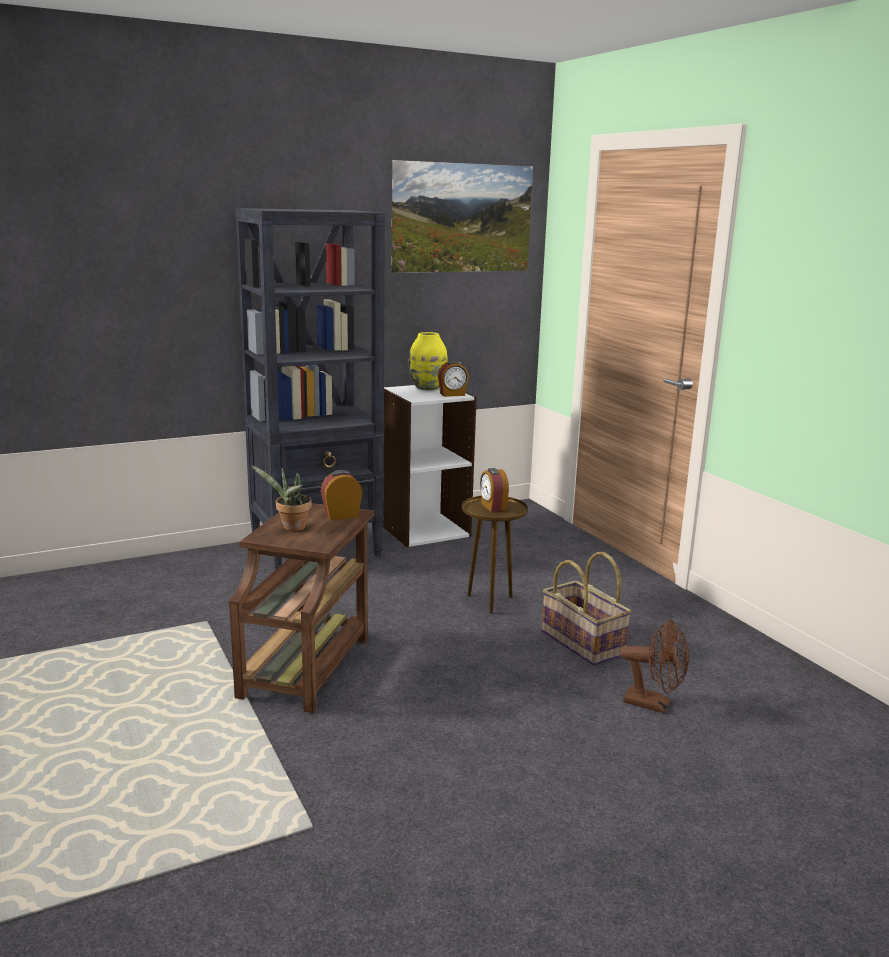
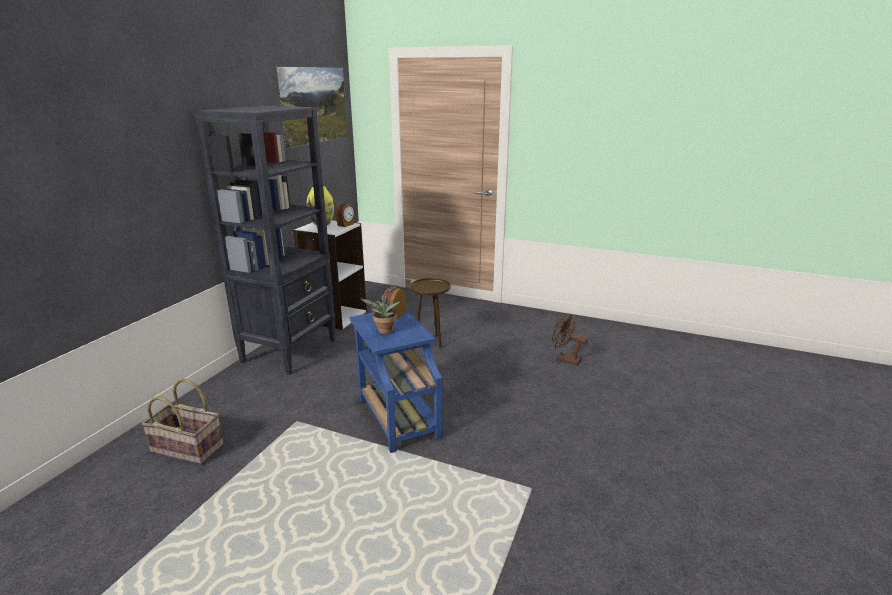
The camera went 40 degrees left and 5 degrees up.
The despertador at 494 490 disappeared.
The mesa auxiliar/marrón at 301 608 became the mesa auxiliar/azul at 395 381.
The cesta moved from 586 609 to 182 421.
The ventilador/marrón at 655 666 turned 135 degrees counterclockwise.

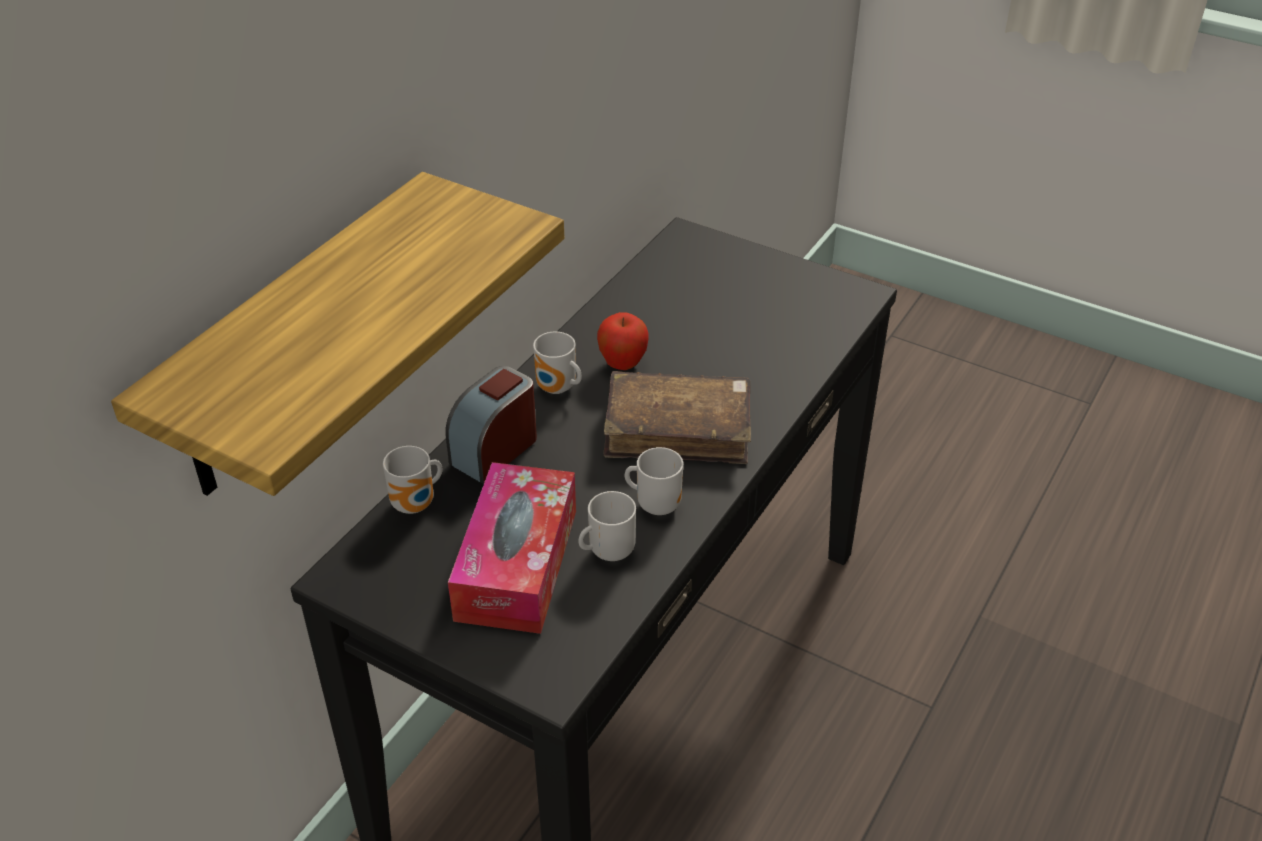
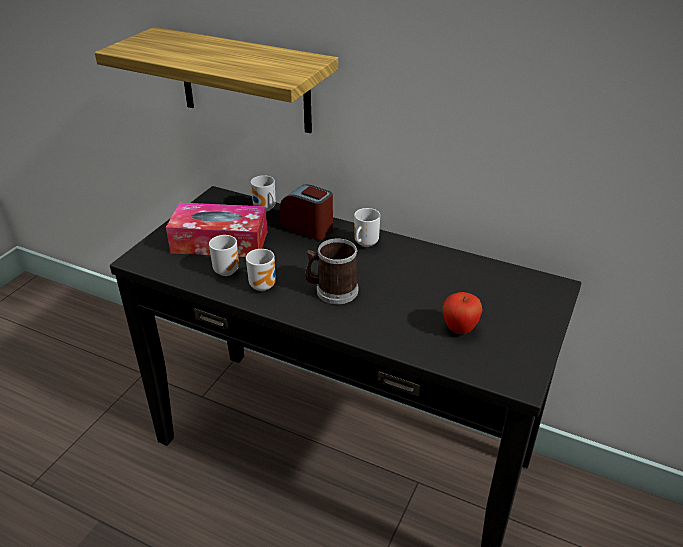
The camera went 85 degrees right and 5 degrees down.
The manzana moved from 623 341 to 462 313.
The libro/marrón at 677 417 was replaced by the taza grande at 331 271.

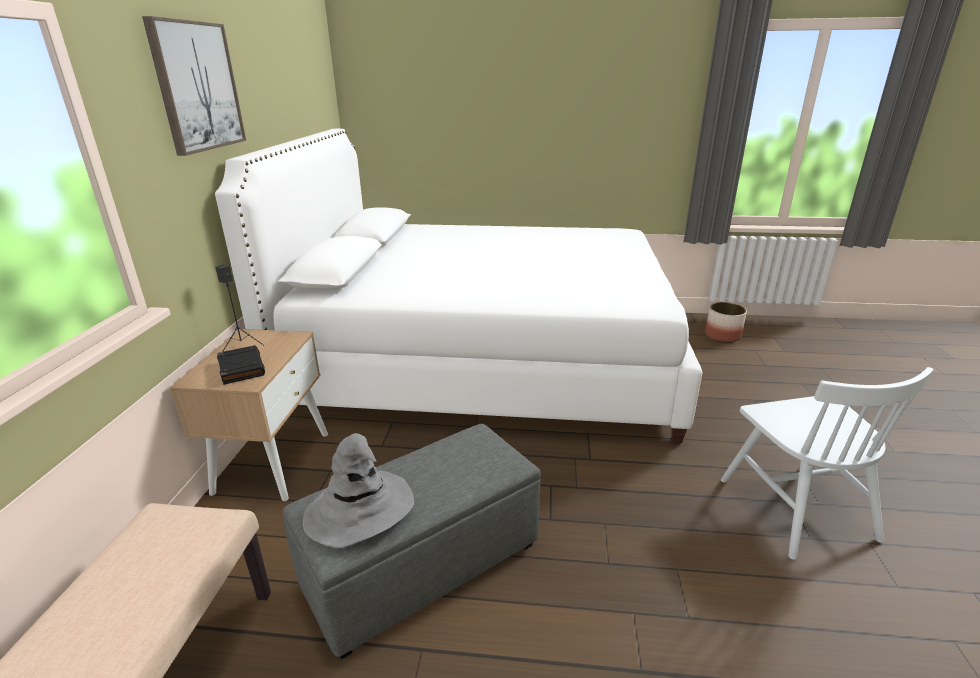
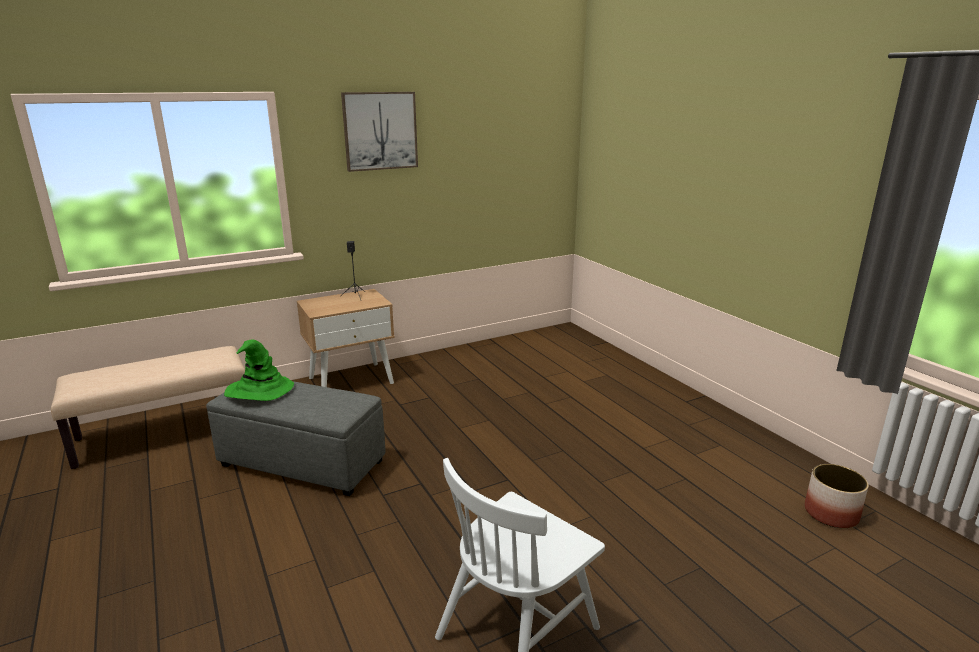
The camera went 55 degrees right and 5 degrees down.
The cama/blanco at 458 286 disappeared.
The libro/negro at 241 365 disappeared.
The sombrero/gris at 358 490 became the sombrero/verde at 259 370.

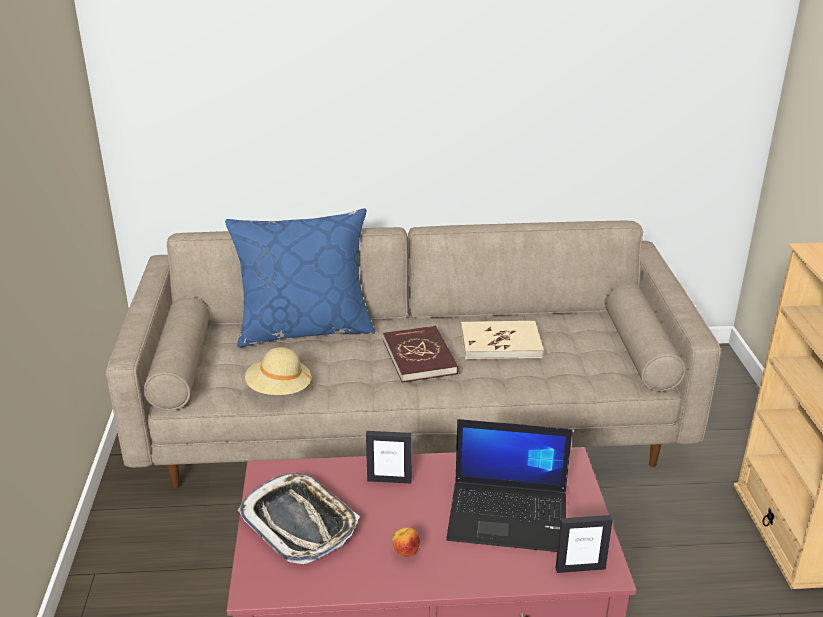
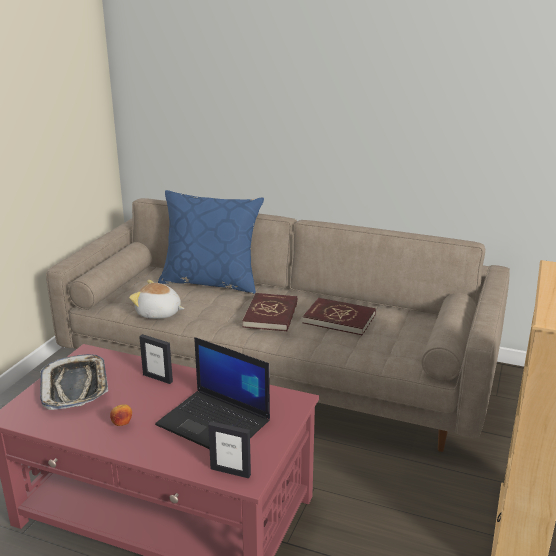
The camera went 25 degrees right and 5 degrees down.
The libro/beis at 502 340 became the libro/rojo at 339 316.
The sombrero/beis at 279 371 was replaced by the peluche at 156 299.

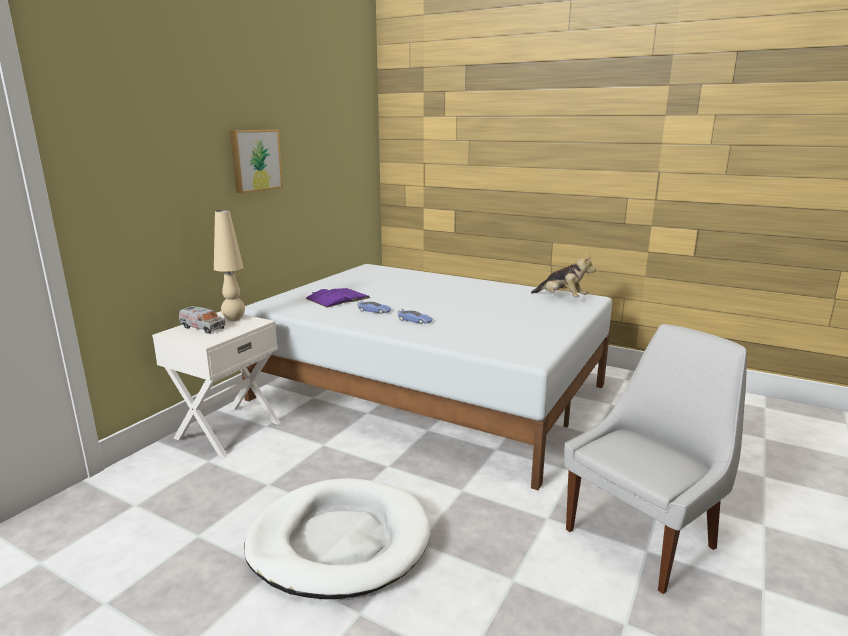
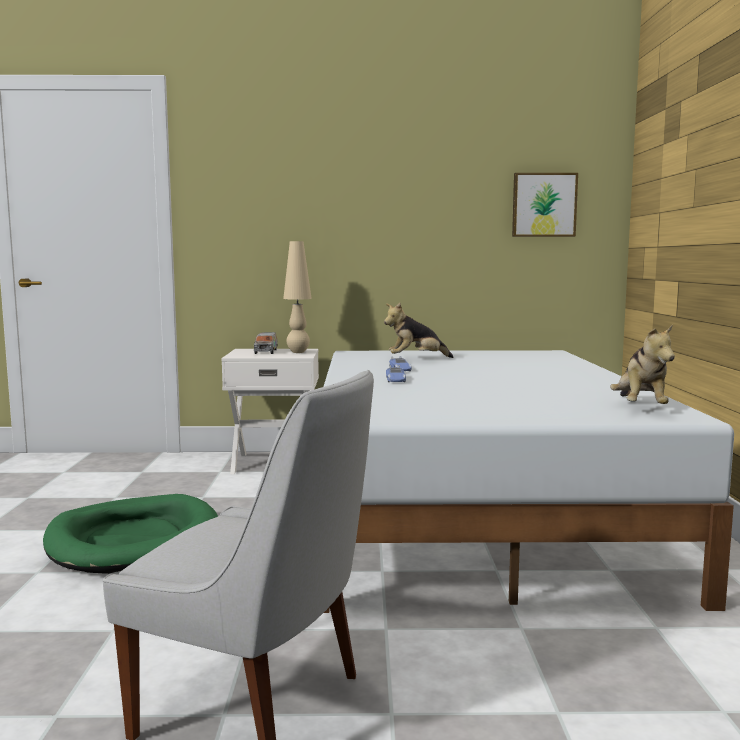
The camera went 60 degrees right and 10 degrees down.
The cuadro moved from 256 161 to 545 205.
The libro/morado at 338 298 was replaced by the peluche at 419 330.
The cama para perro/blanco at 337 538 became the cama para perro/verde at 130 534.

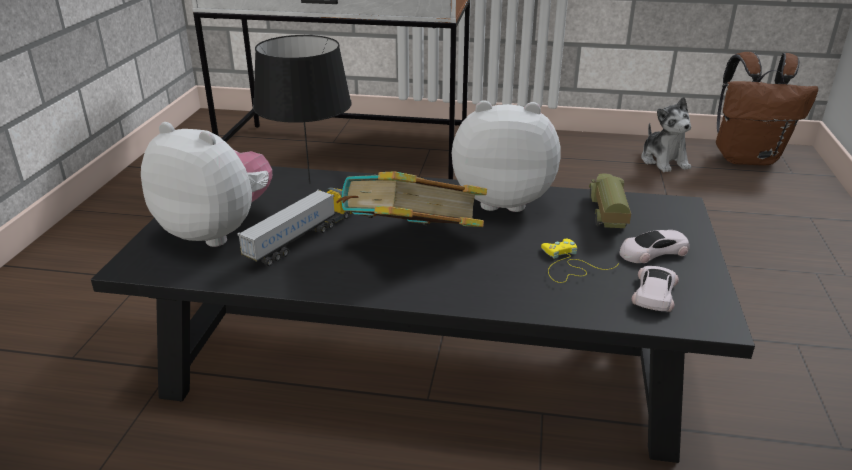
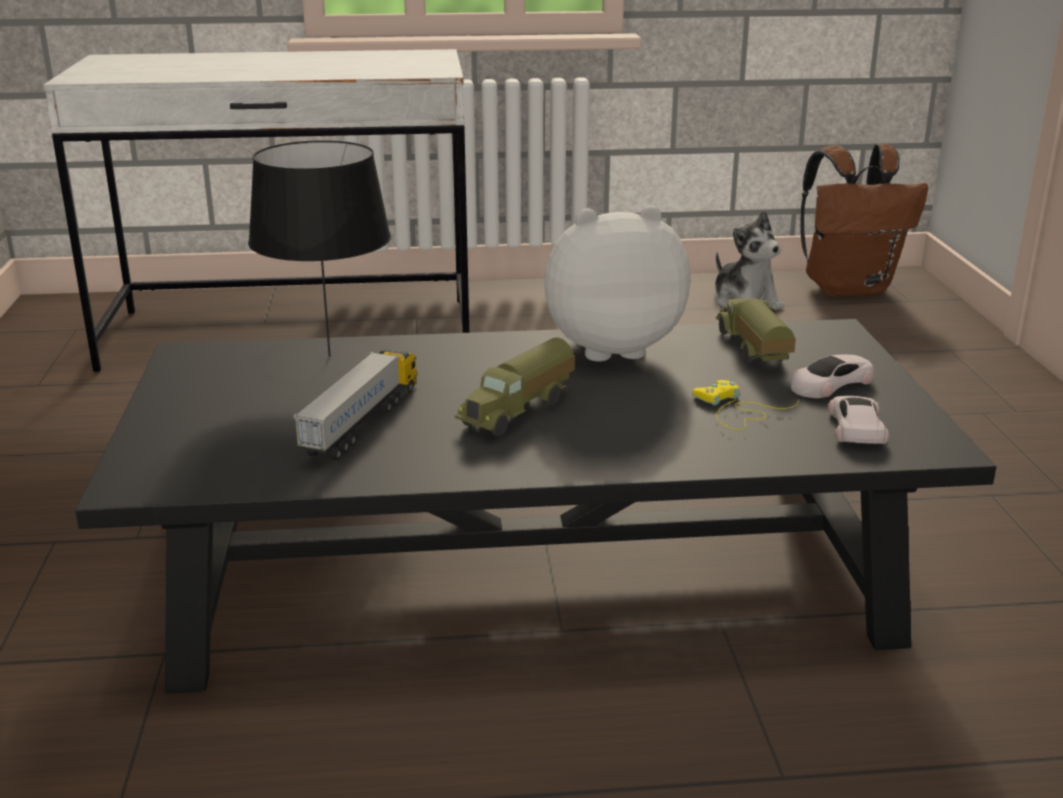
The camera went 15 degrees left and 5 degrees down.
The peluche at 206 184 disappeared.
The libro at 412 199 was replaced by the camión de juguete at 515 387.

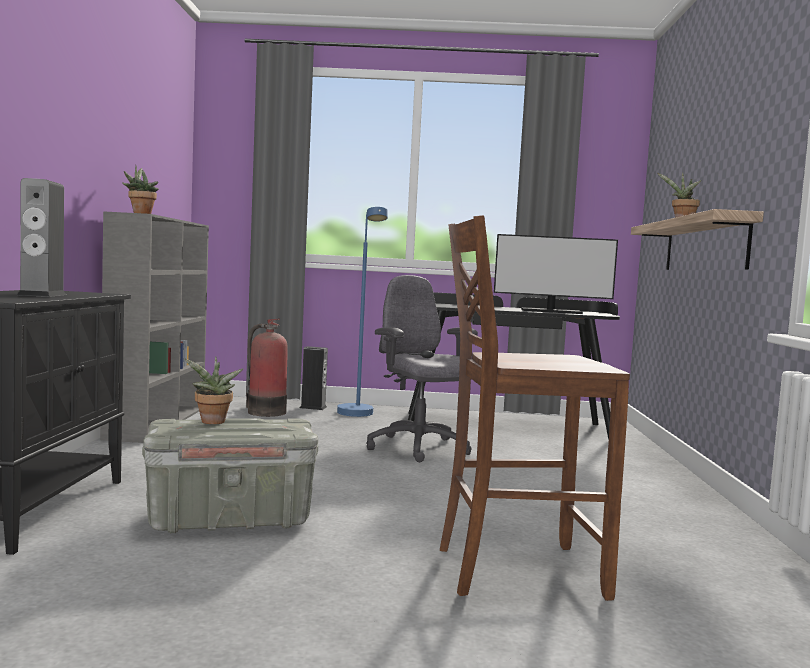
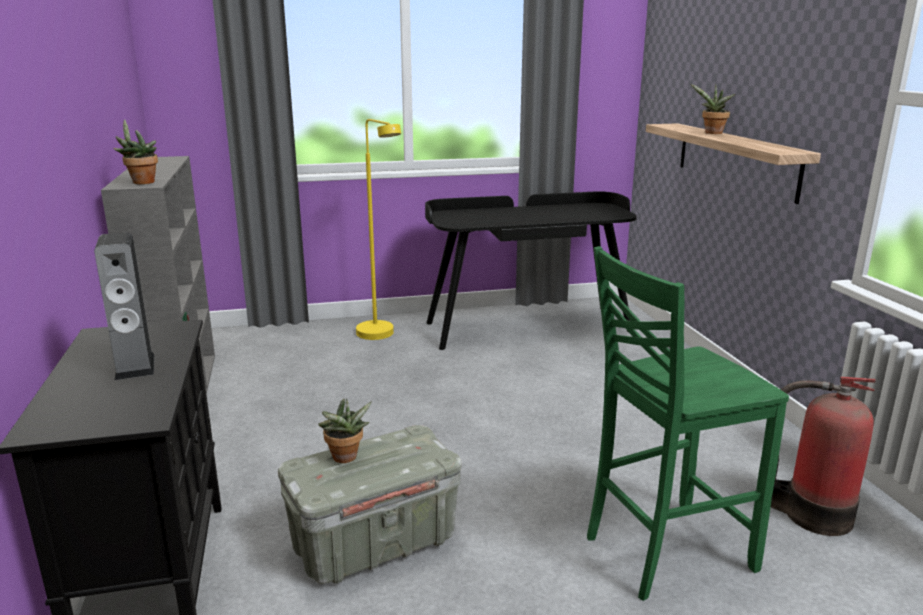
The camera went 15 degrees left and 15 degrees up.
The lámpara de pie/azul at 362 312 became the lámpara de pie/amarillo at 378 229.
The silla/marrón at 535 408 became the silla/verde at 688 423.
The monitor at 556 274 disappeared.
The silla de oficina/gris at 422 368 disappeared.
The extintor moved from 267 368 to 823 456.
The altavoz at 314 378 disappeared.

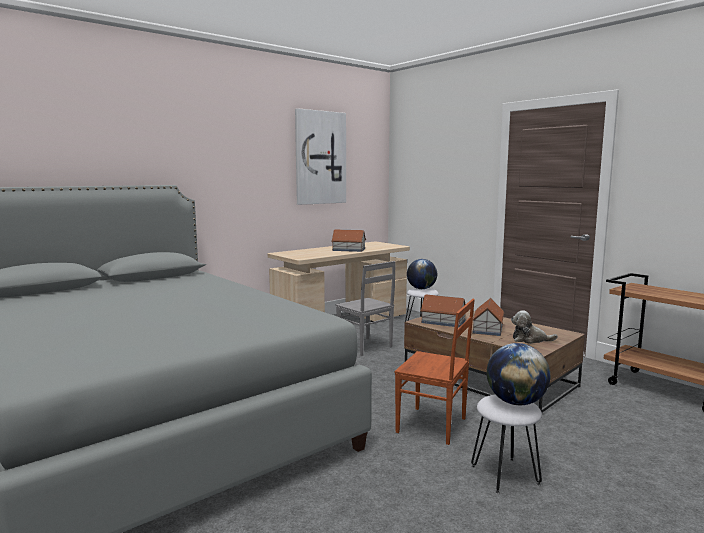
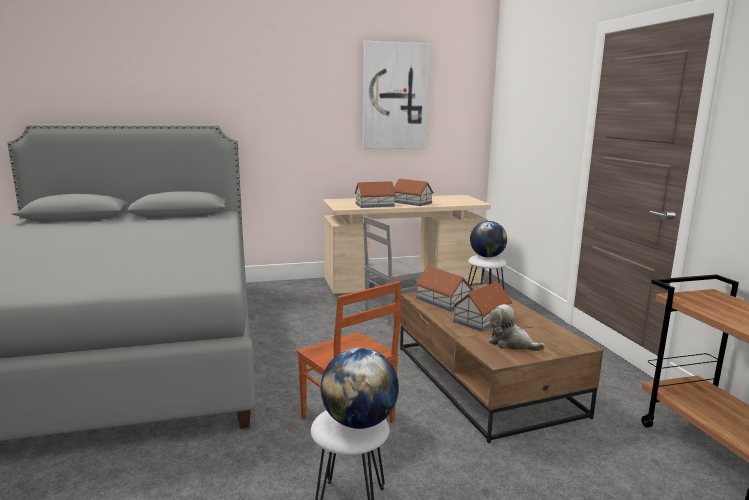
The camera went 25 degrees right and 5 degrees up.
The silla/gris at 366 308 turned 75 degrees clockwise.
The casita at 375 194 appeared.

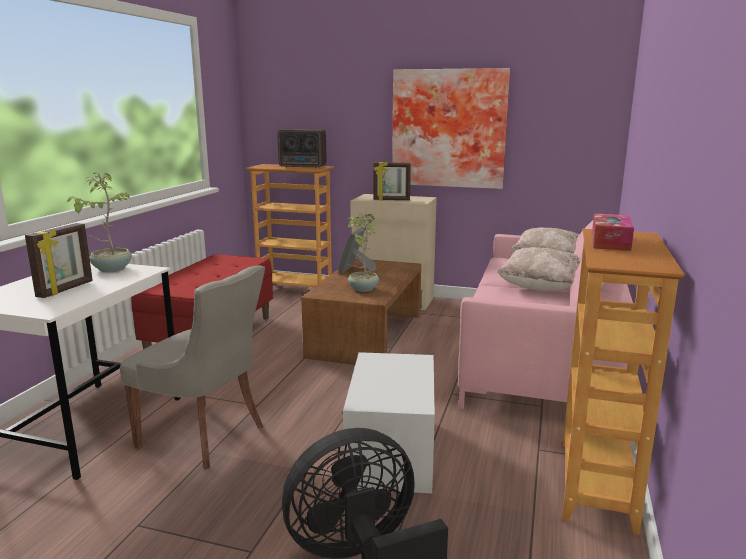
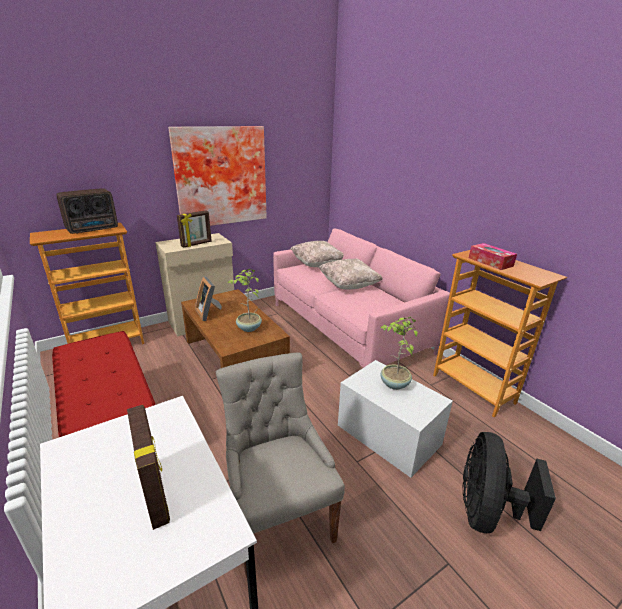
The camera went 50 degrees left and 10 degrees up.
The planta en maceta moved from 99 222 to 399 353.
The silla/gris at 192 367 turned 90 degrees counterclockwise.

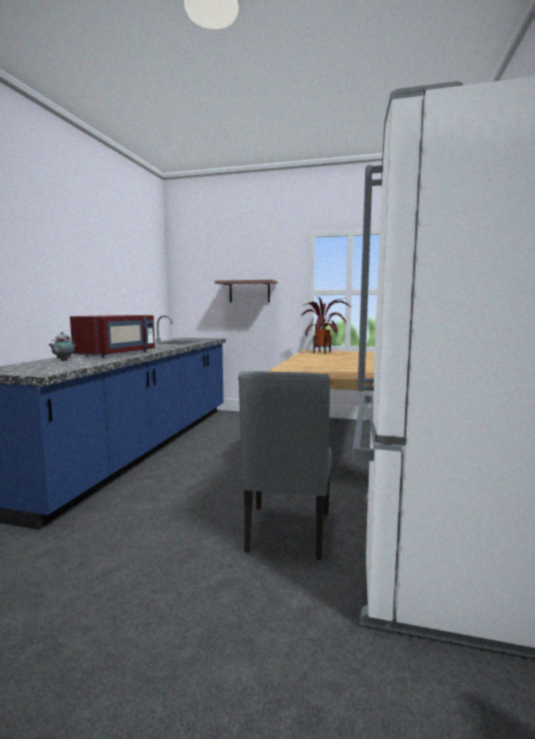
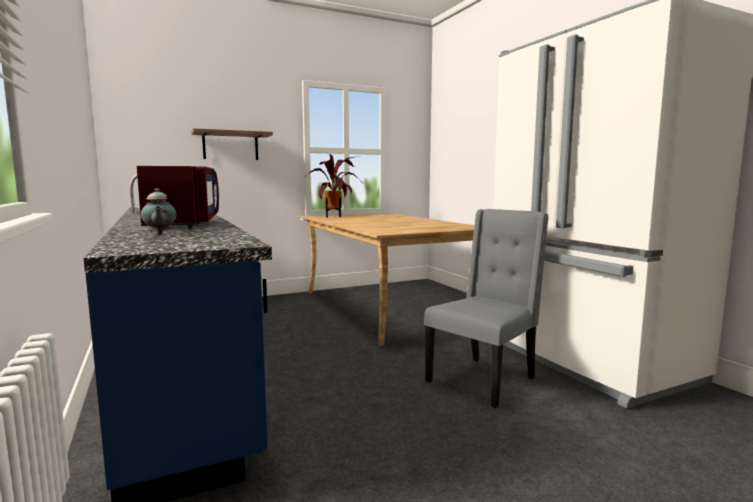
The camera went 40 degrees left and 0 degrees up.
The silla/gris at 285 465 turned 105 degrees counterclockwise.

